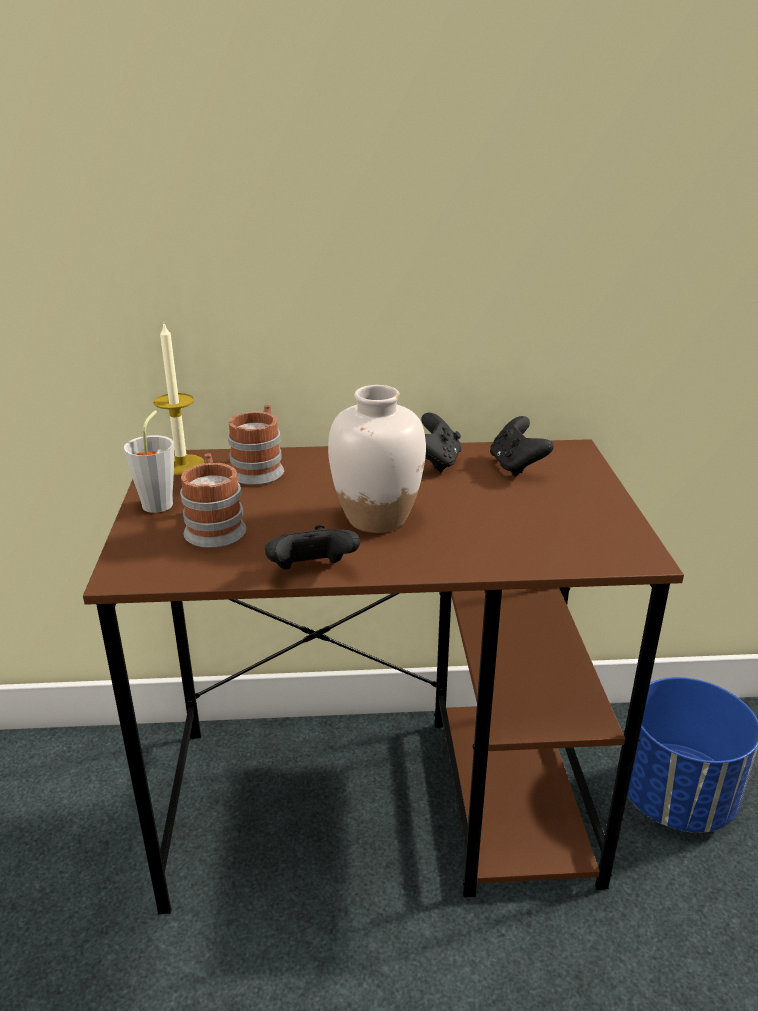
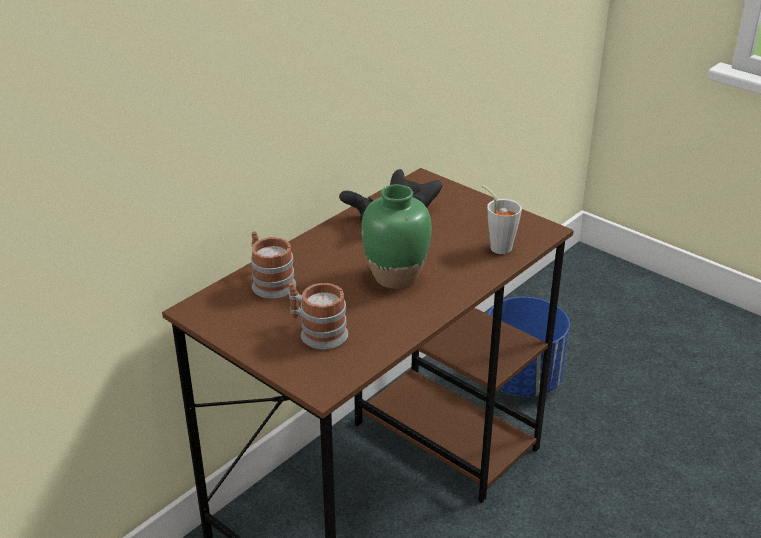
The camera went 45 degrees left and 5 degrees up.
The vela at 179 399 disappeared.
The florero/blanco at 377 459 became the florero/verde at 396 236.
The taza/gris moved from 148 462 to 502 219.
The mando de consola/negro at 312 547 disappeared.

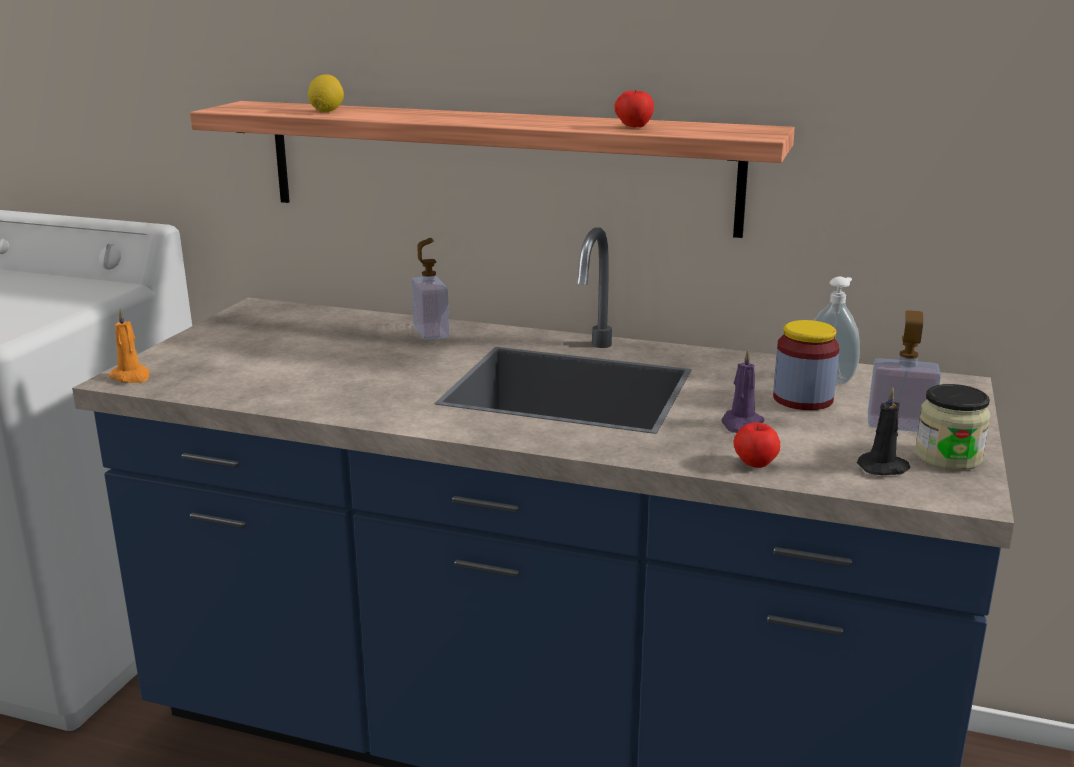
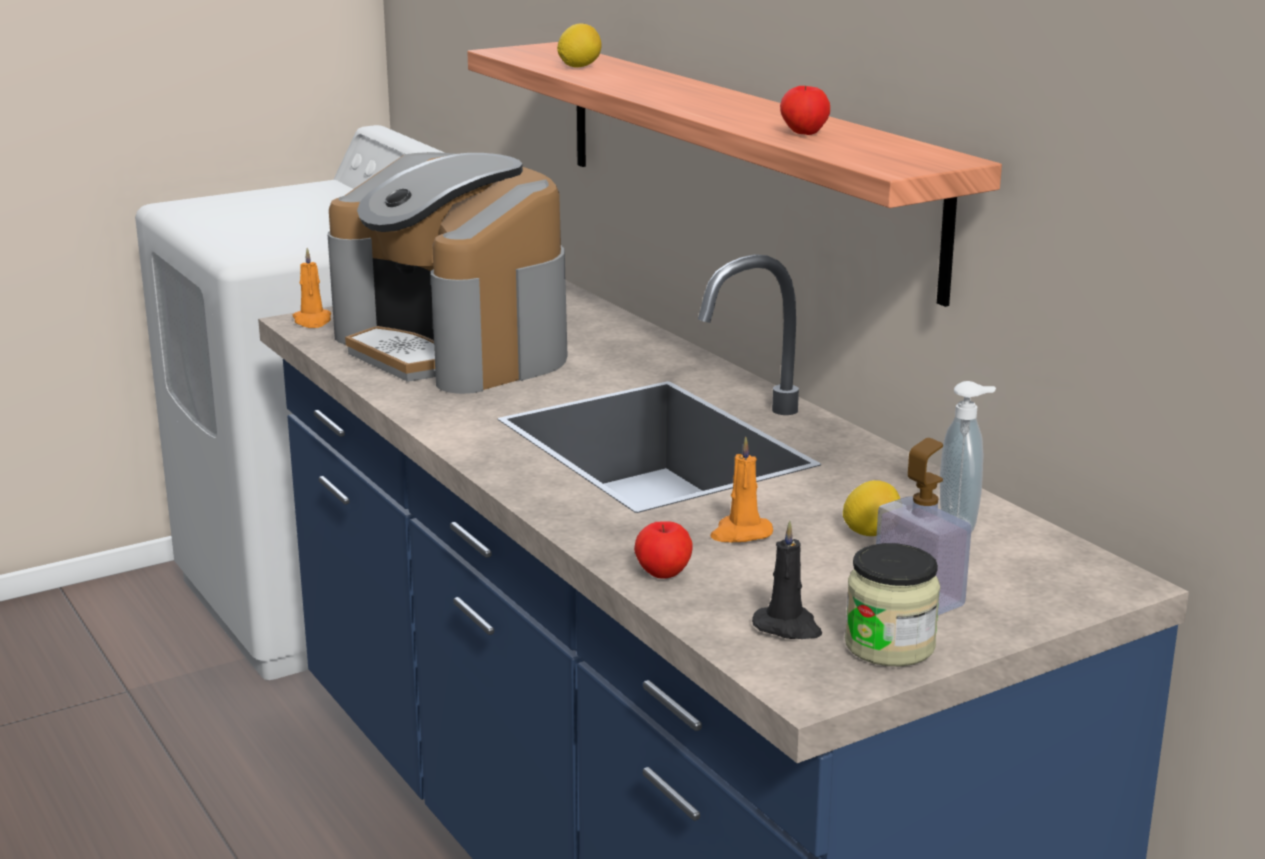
The camera went 40 degrees right and 0 degrees up.
The dispensador de jabón at 430 289 disappeared.
The tarro at 806 365 was replaced by the limón at 871 508.
The vela/morado at 743 391 became the vela/naranja at 741 489.
The cafetera at 448 273 appeared.

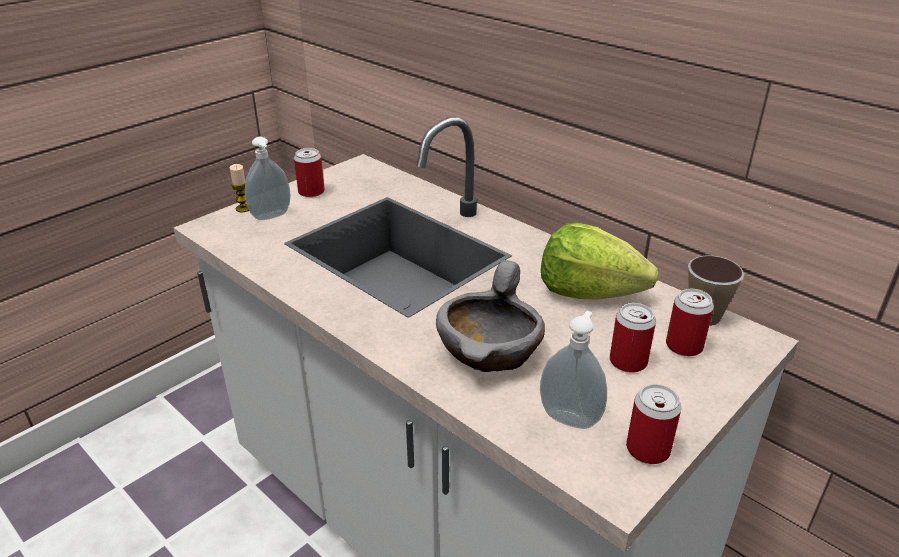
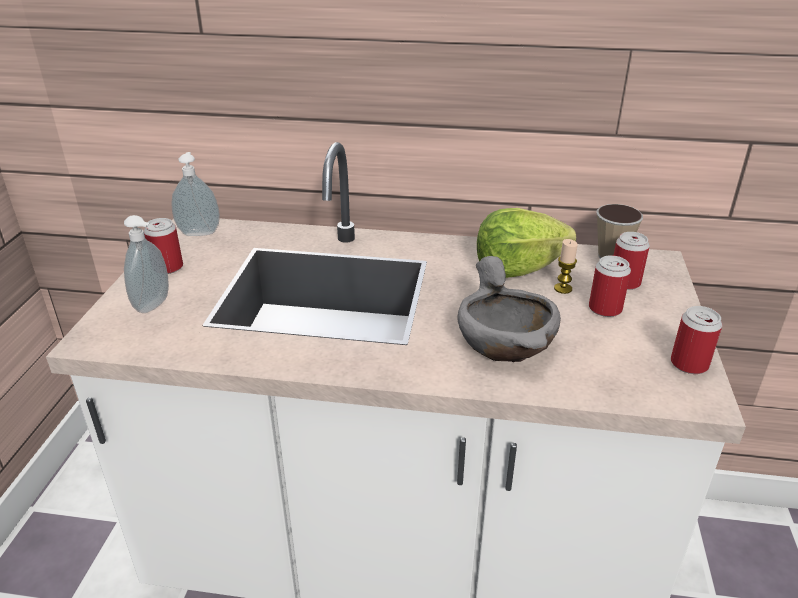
The camera went 35 degrees left and 0 degrees up.
The vela moved from 239 188 to 566 266.
The dispensador de jabón moved from 573 370 to 195 194.

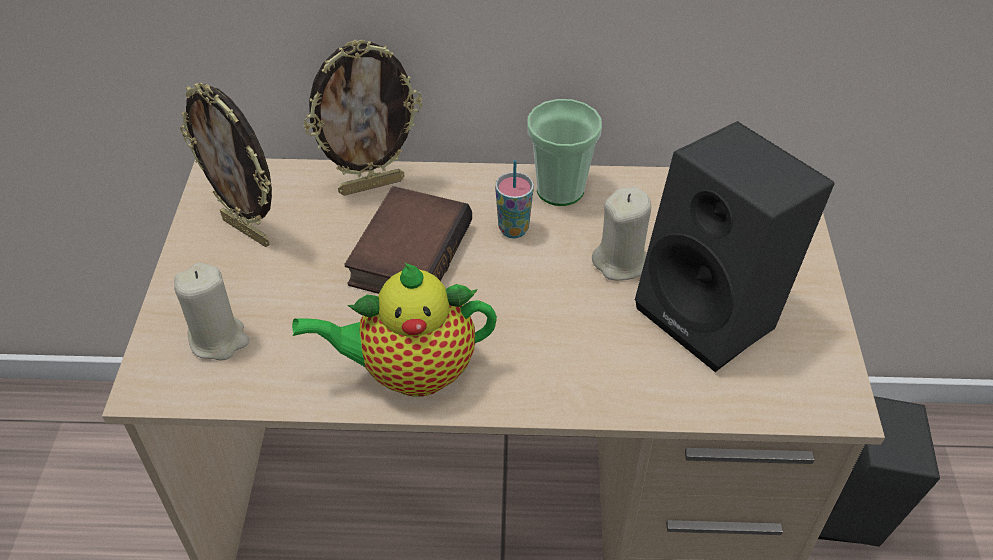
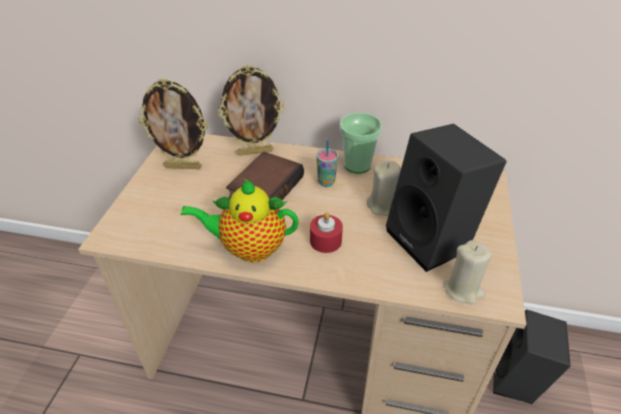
The camera went 10 degrees right and 5 degrees down.
The portarretratos at 226 165 turned 45 degrees counterclockwise.
The vela/beis moved from 211 311 to 467 272.
The vela/rojo at 326 233 appeared.

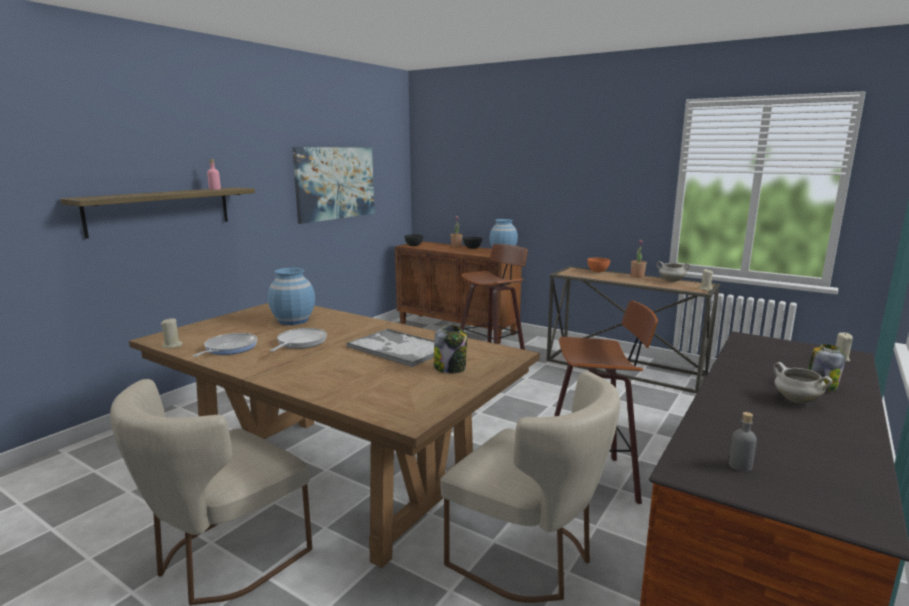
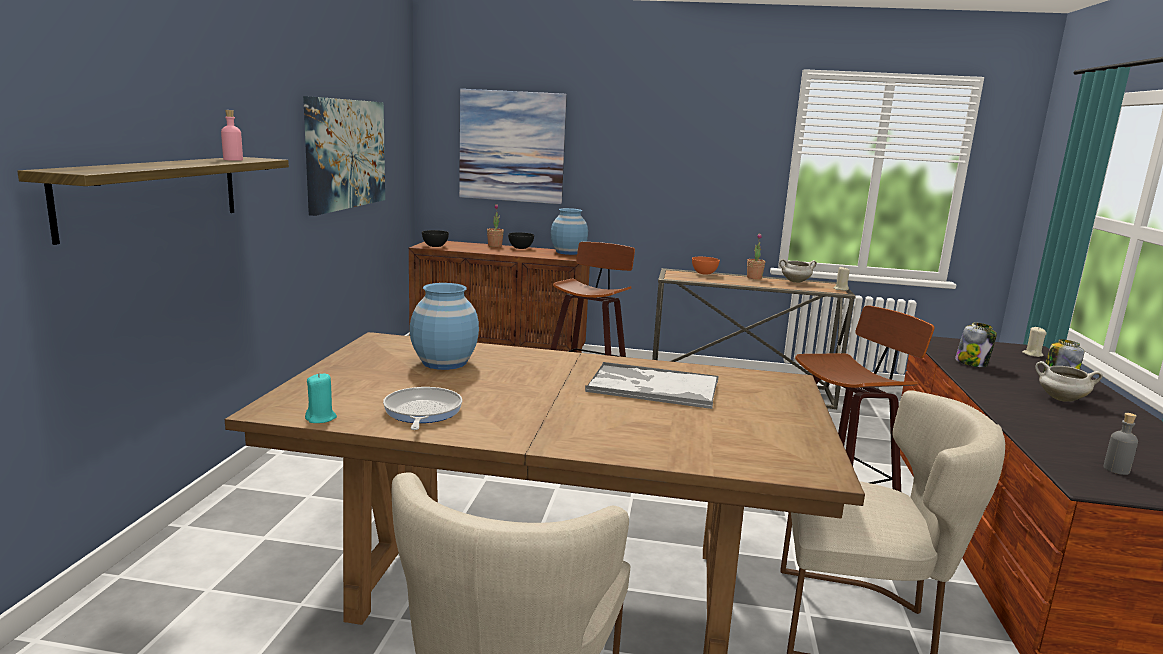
The camera went 25 degrees left and 0 degrees up.
The vela/beis at 171 333 became the vela/turquesa at 321 398.
The tarro moved from 450 349 to 976 345.
The sartén at 298 340 disappeared.
The cuadro at 513 146 appeared.

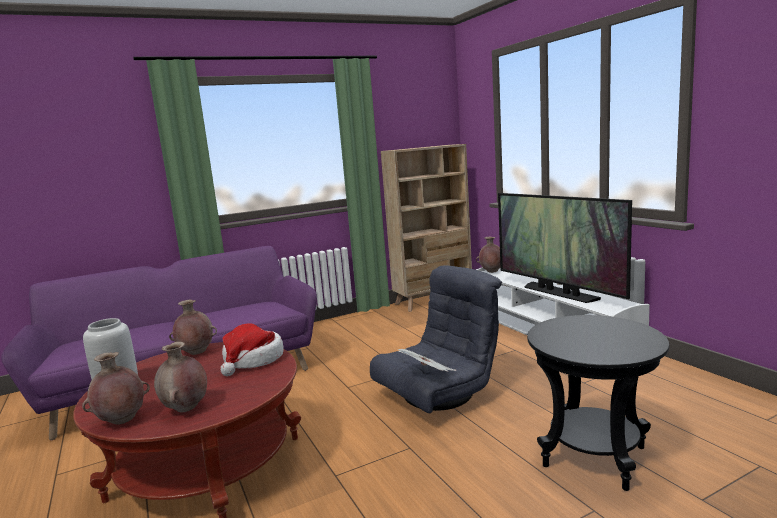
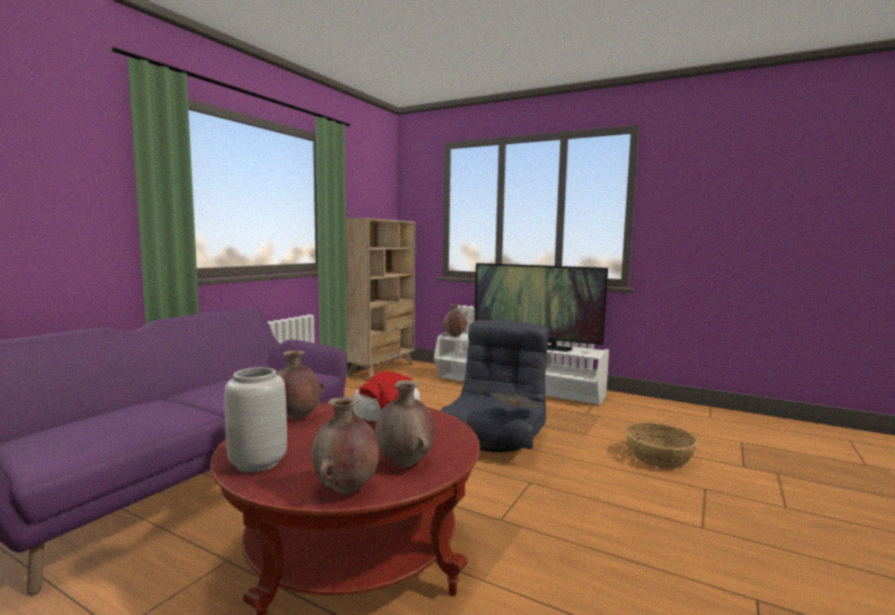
The camera went 35 degrees left and 5 degrees down.
The mesa auxiliar/negro at 598 403 was replaced by the cesta at 661 446.

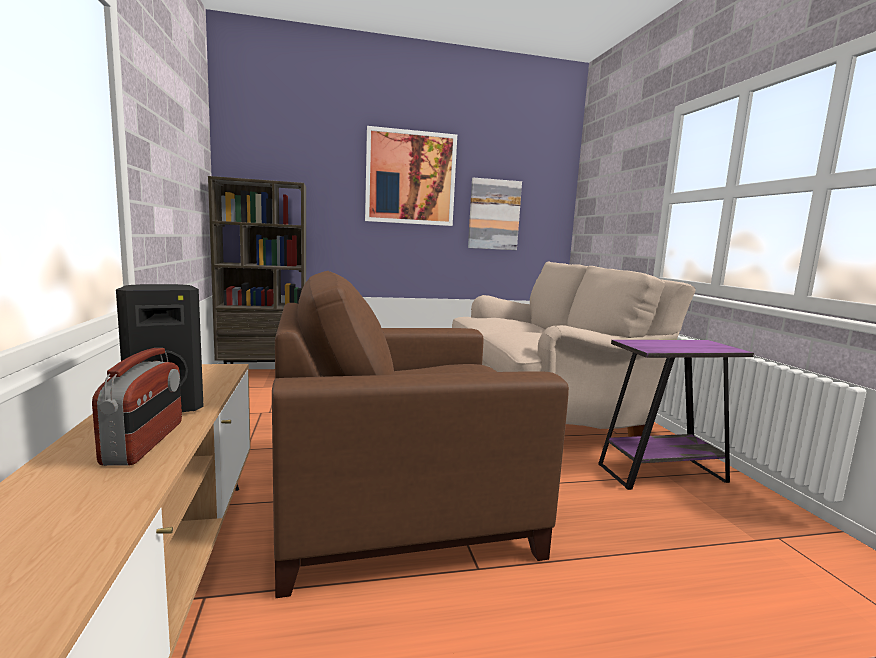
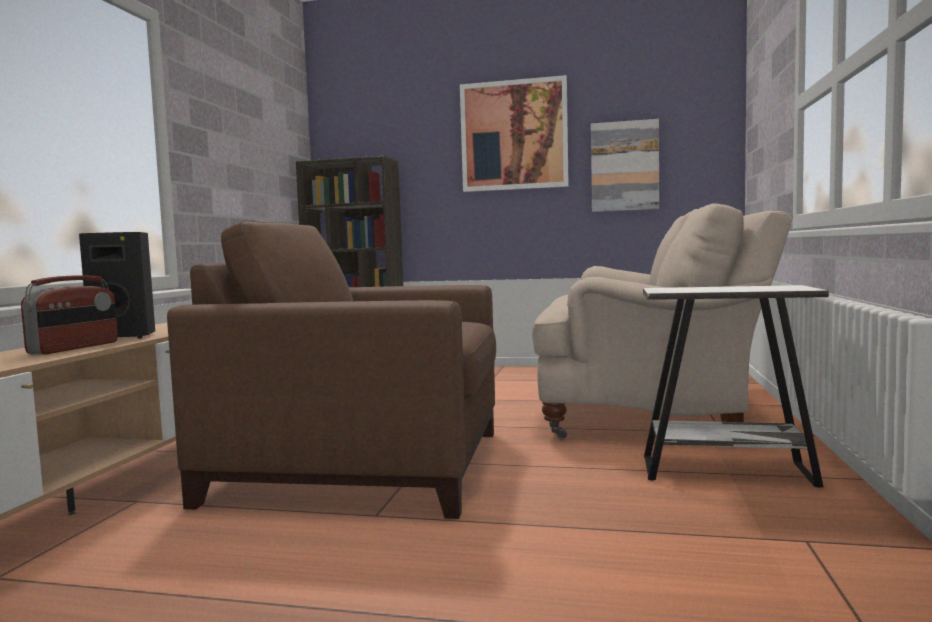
The camera went 25 degrees right and 5 degrees down.
The mesa auxiliar/morado at 676 415 became the mesa auxiliar/blanco at 736 386.

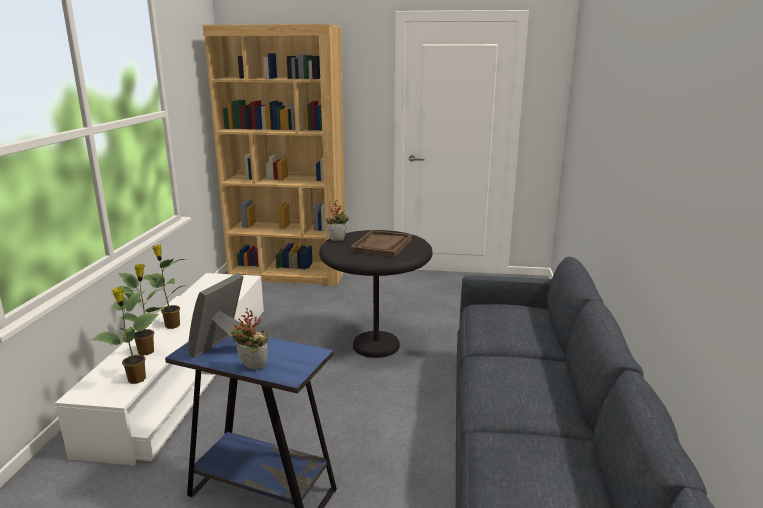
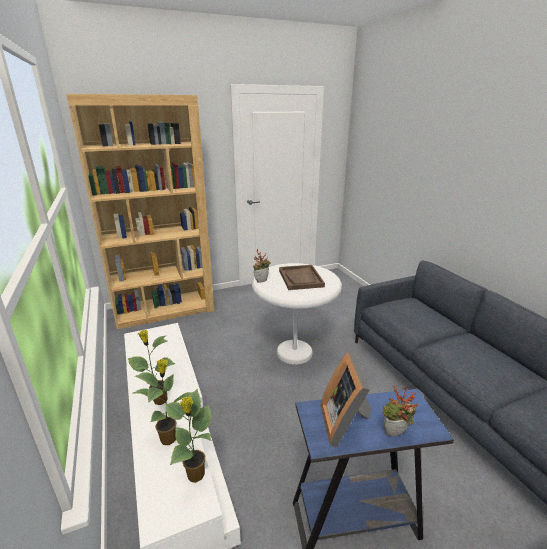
The camera went 30 degrees left and 5 degrees up.
The mesa auxiliar/negro at 376 294 became the mesa auxiliar/blanco at 297 314.

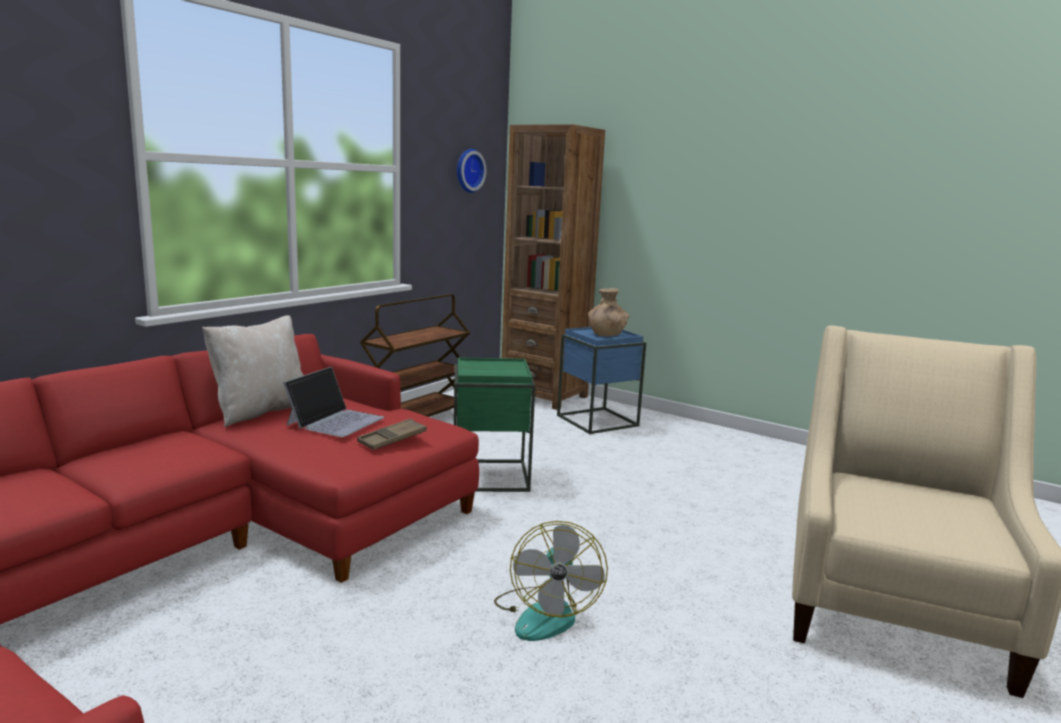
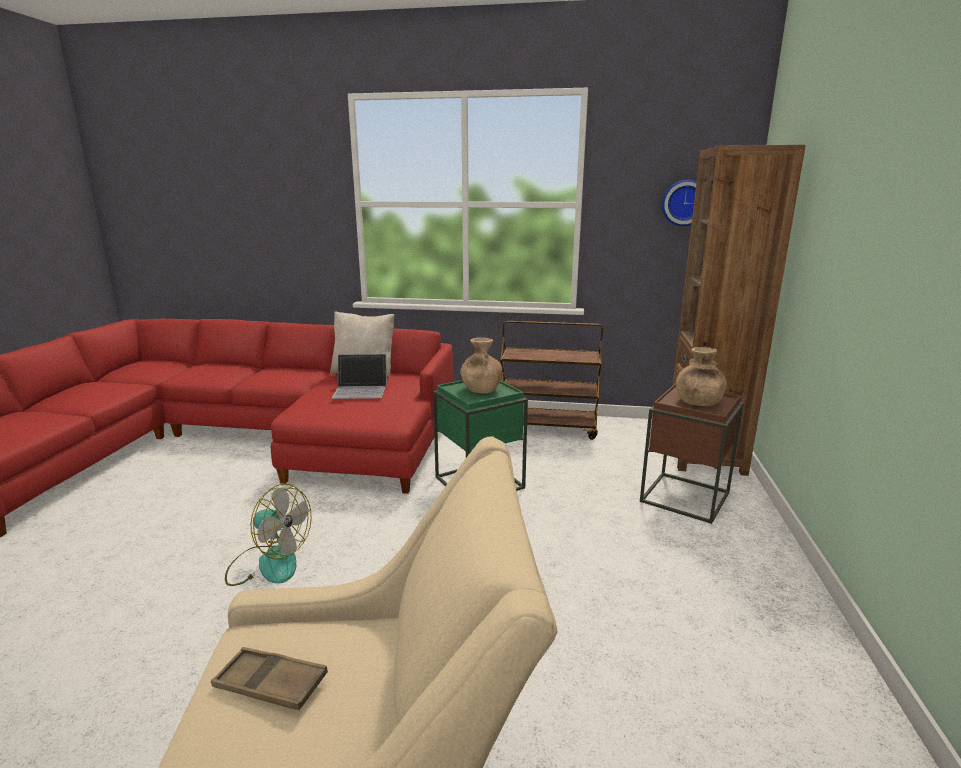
The camera went 65 degrees right and 5 degrees up.
The mesa auxiliar/azul at 601 380 became the mesa auxiliar/marrón at 692 454.
The bandeja/marrón moved from 392 434 to 269 678.
The ventilador at 551 581 turned 135 degrees counterclockwise.
The florero/marrón at 481 365 appeared.

